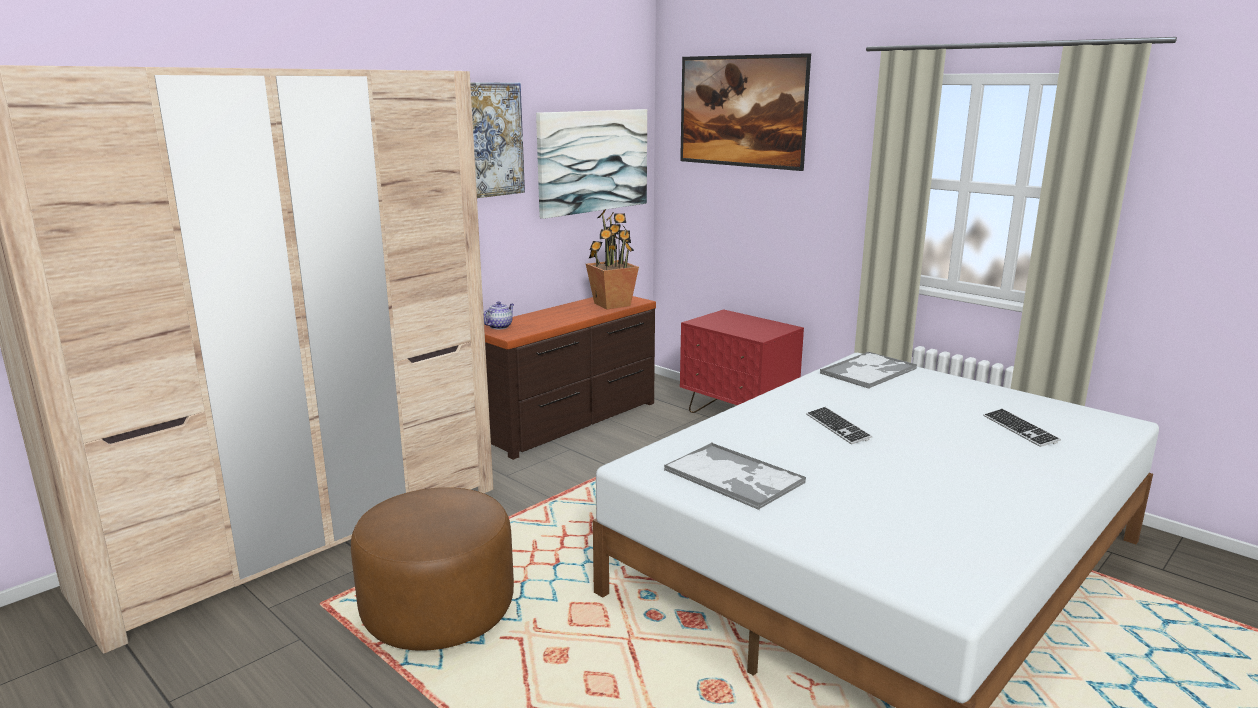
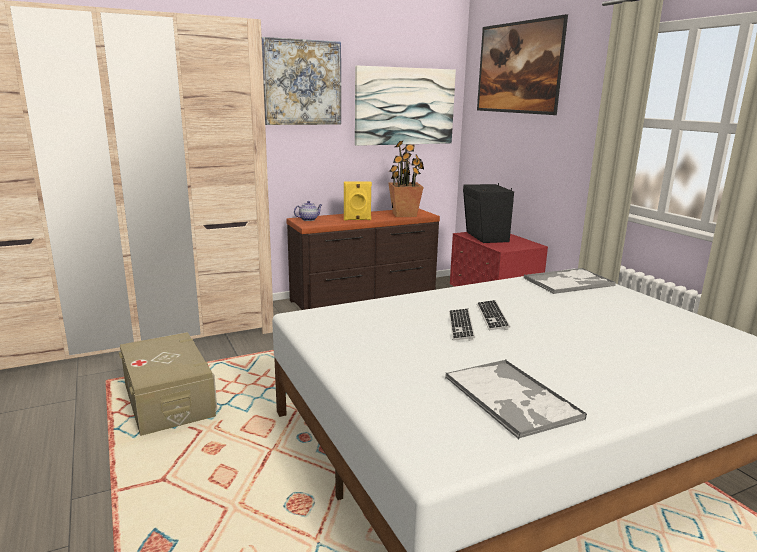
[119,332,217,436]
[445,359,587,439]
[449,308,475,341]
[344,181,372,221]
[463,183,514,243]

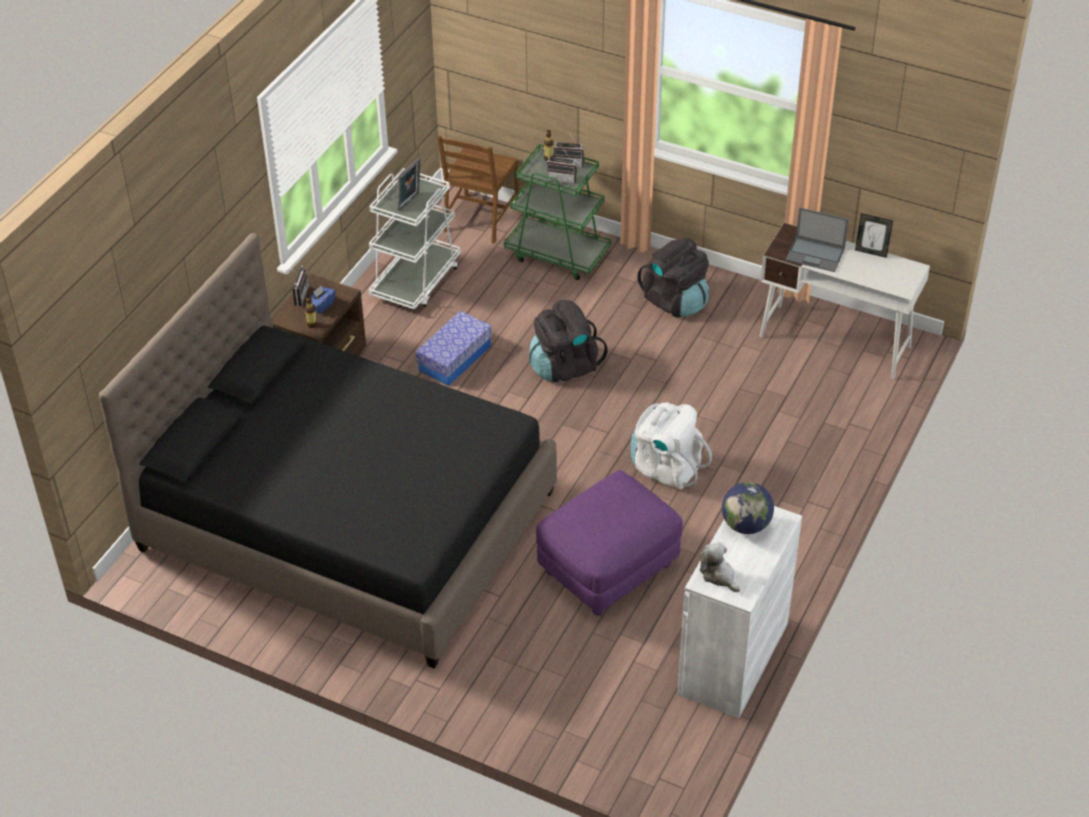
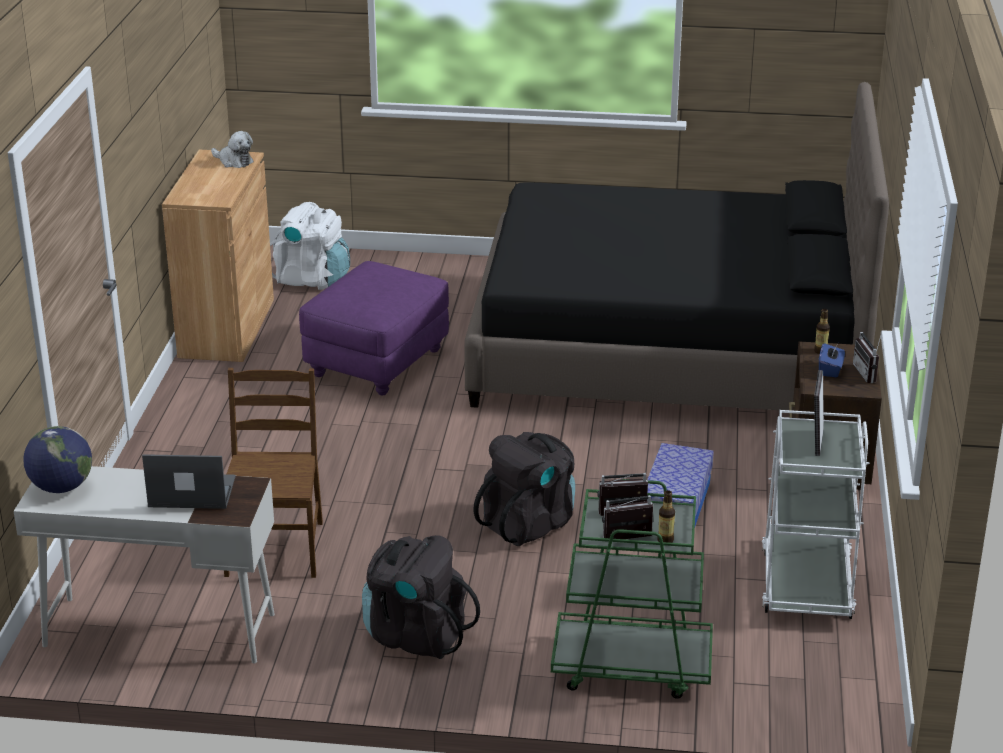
[224,368,323,578]
[270,202,350,290]
[162,150,274,362]
[23,426,92,493]
[855,213,893,258] (first image)

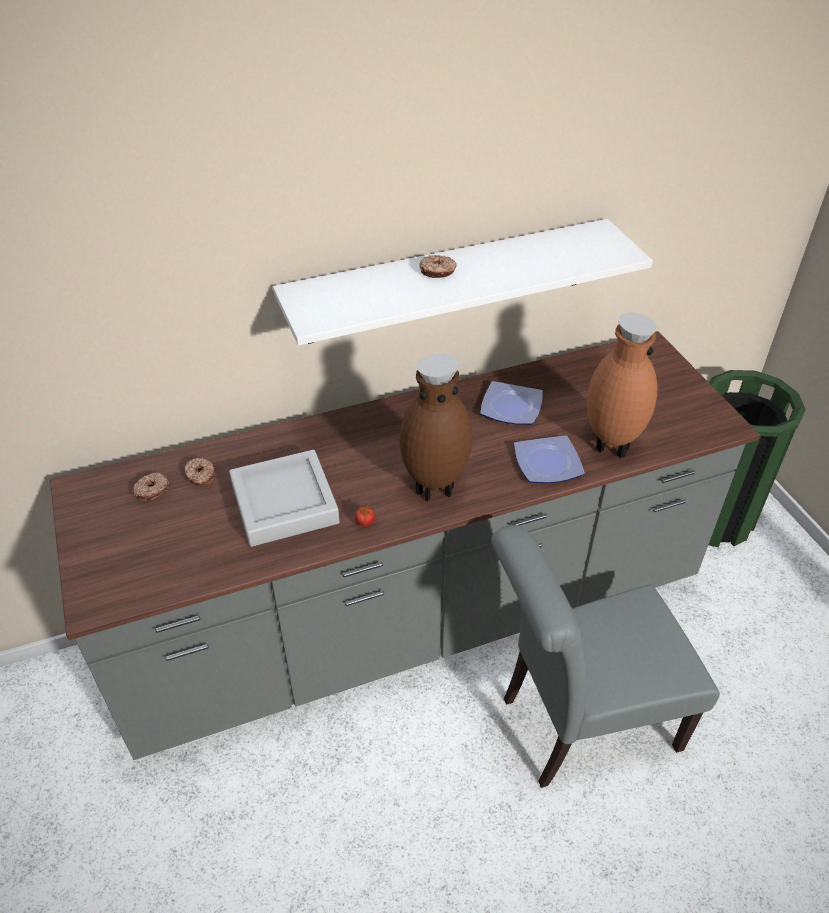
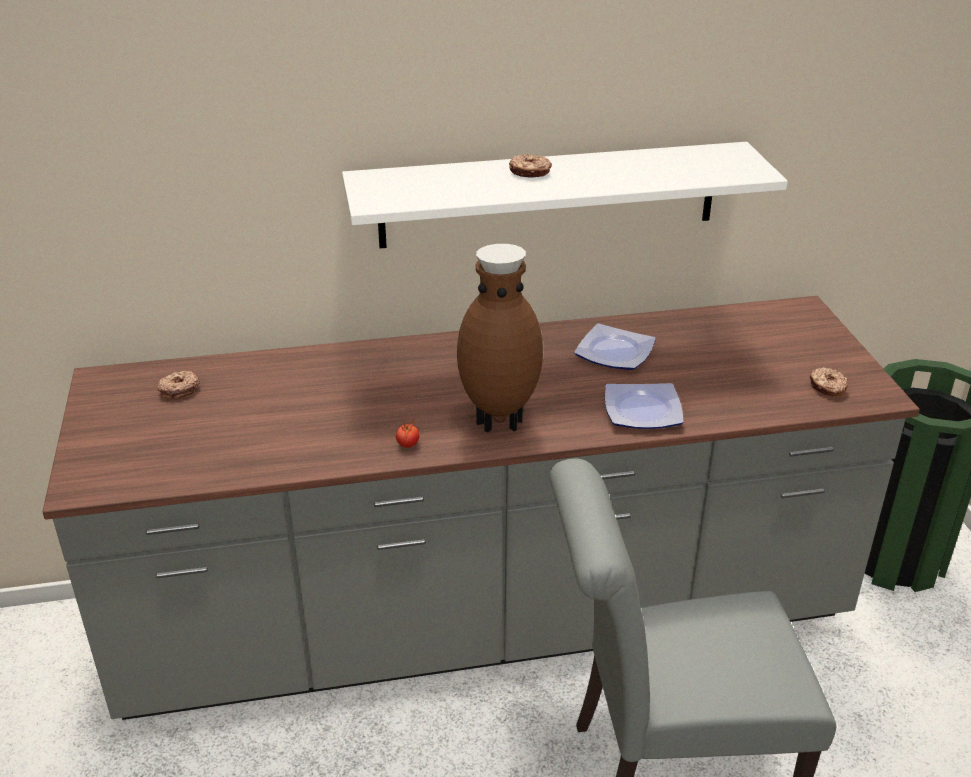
[810,367,848,397]
[229,450,340,547] (first image)
[587,312,657,458] (first image)

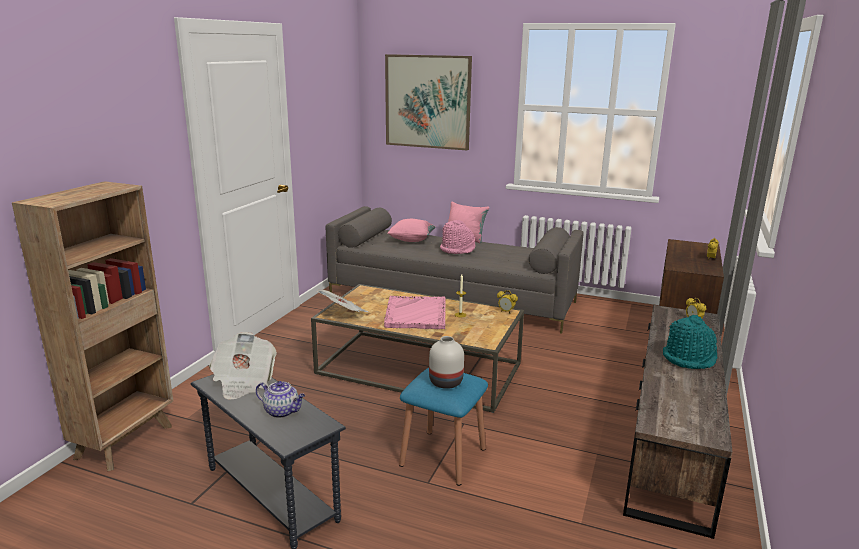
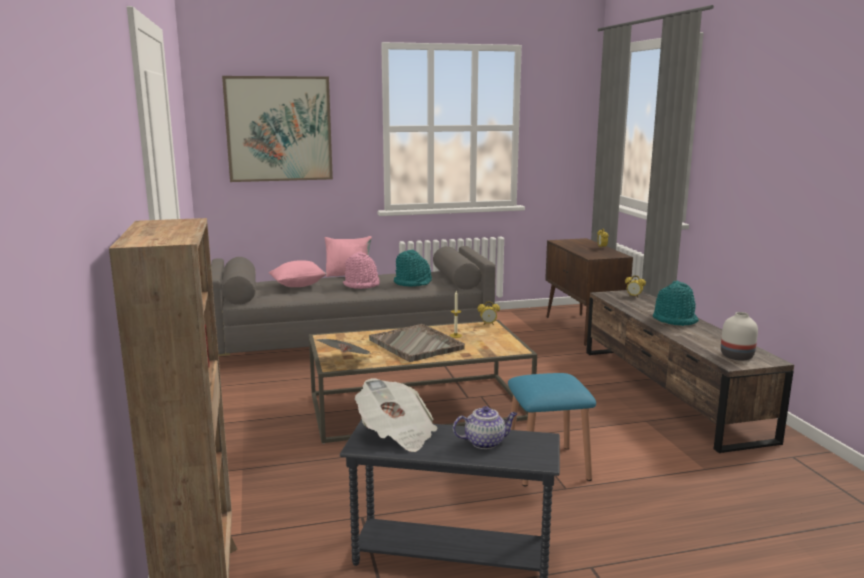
[369,324,465,362]
[721,312,758,361]
[394,250,432,286]

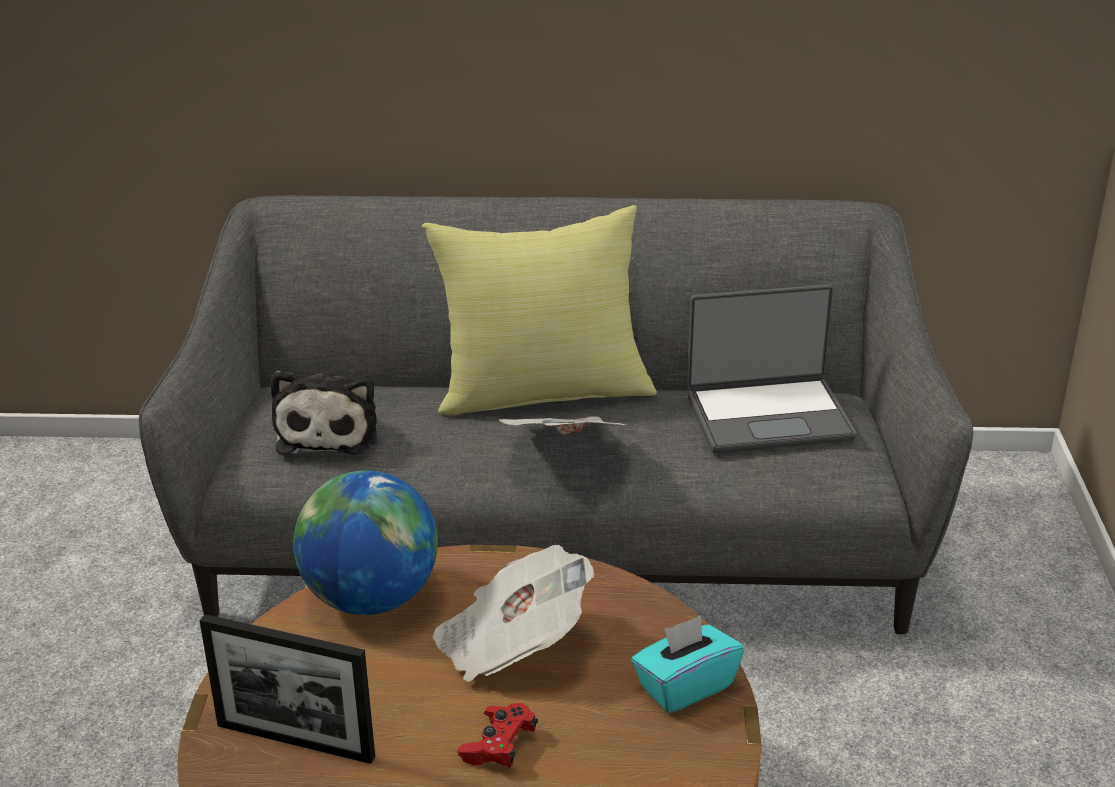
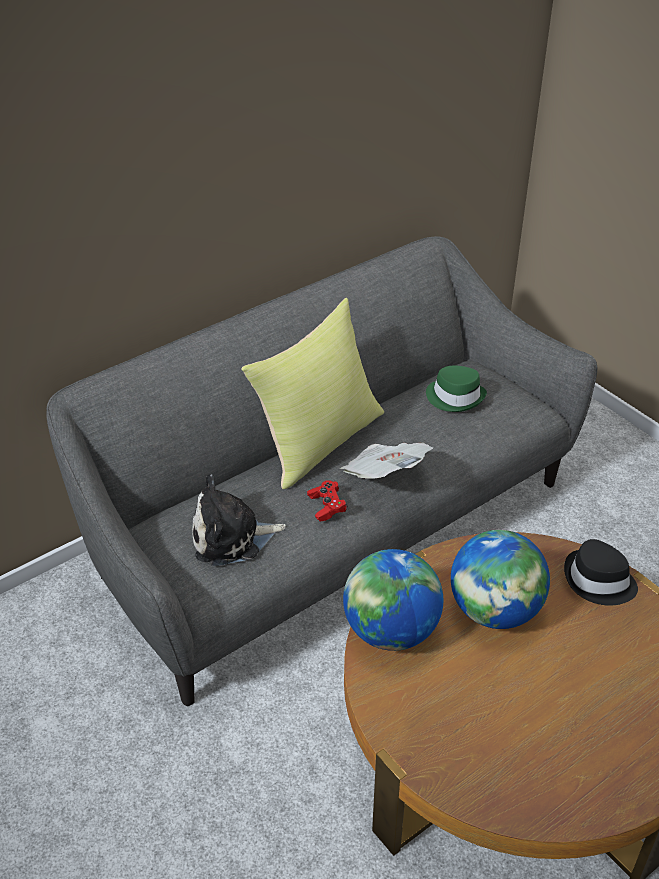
[200,614,375,764] (first image)
[192,474,286,566]
[451,530,550,629]
[307,480,348,521]
[564,539,638,606]
[426,365,487,412]

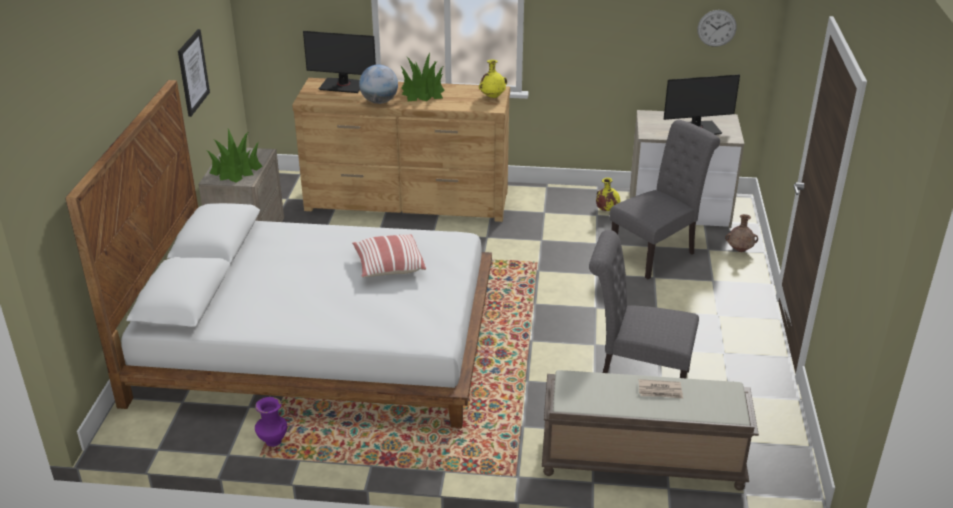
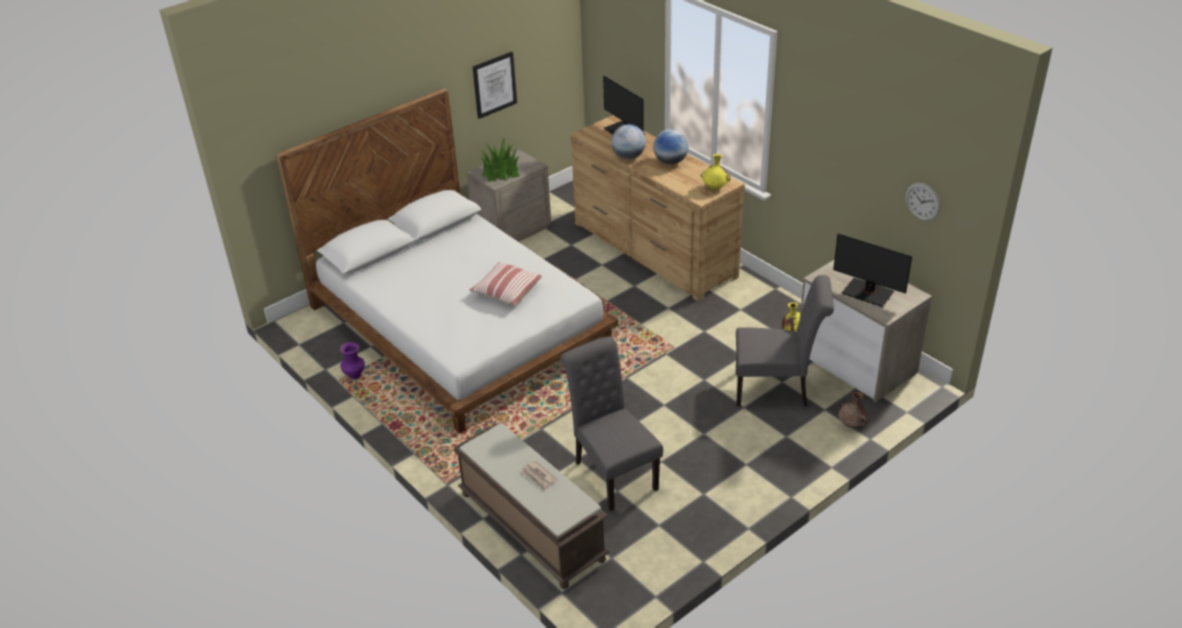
[653,129,689,165]

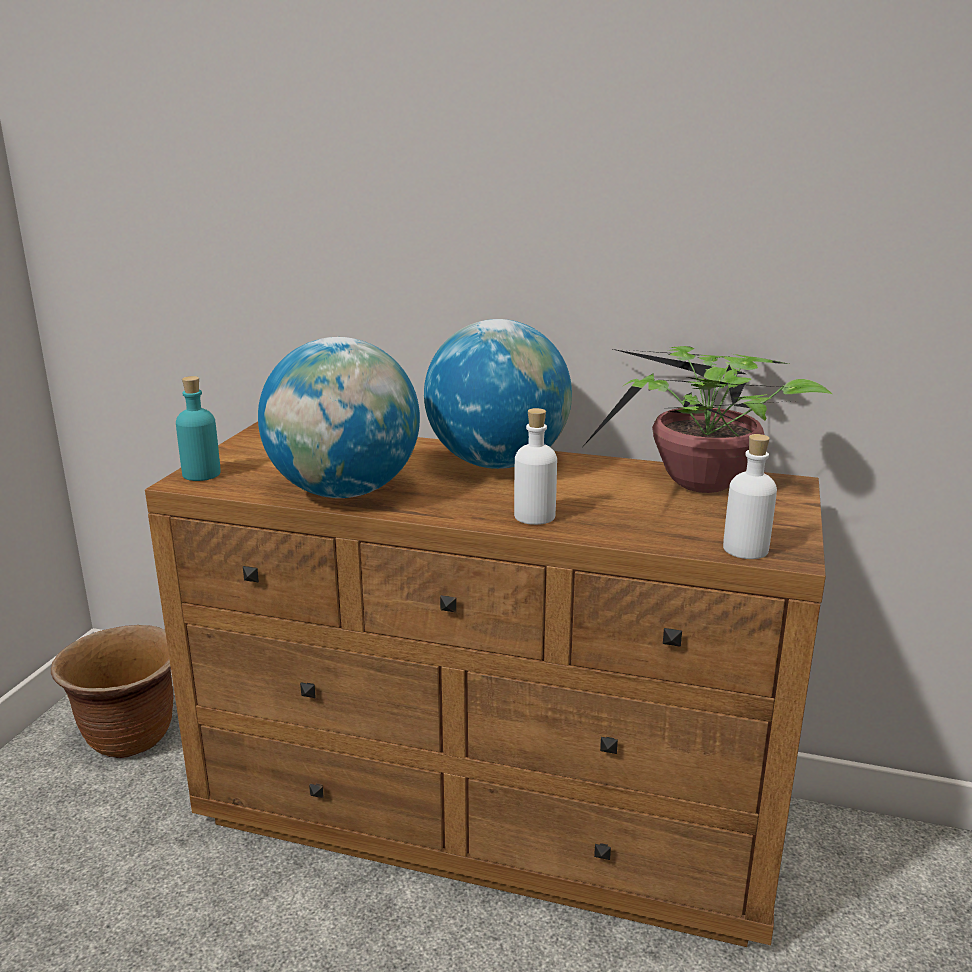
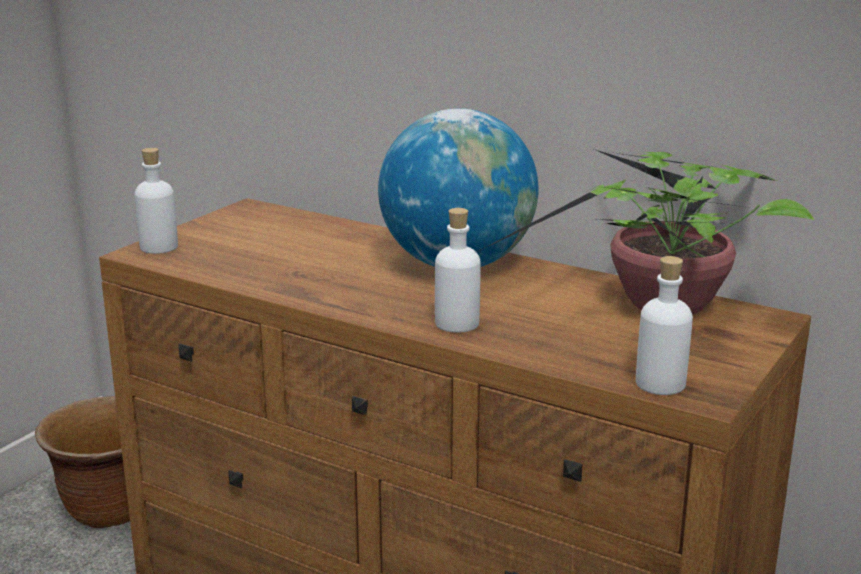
[134,148,178,254]
[258,337,420,498] (first image)

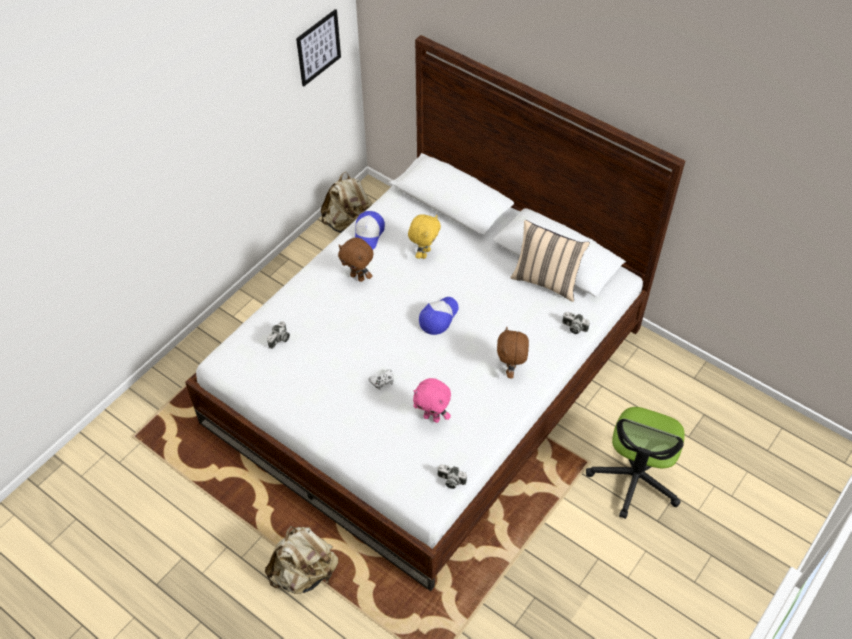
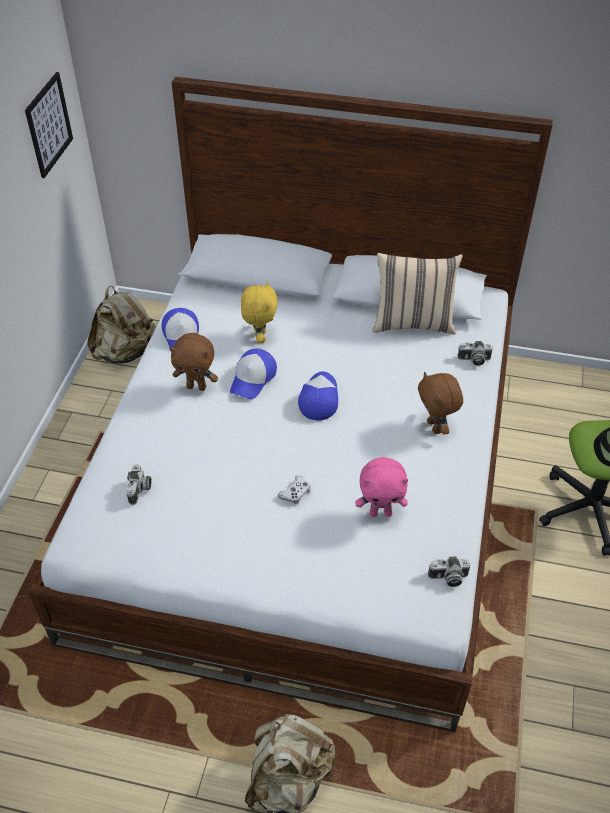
[230,349,277,399]

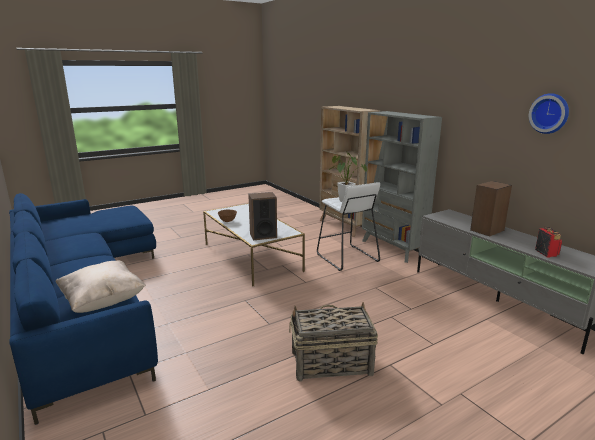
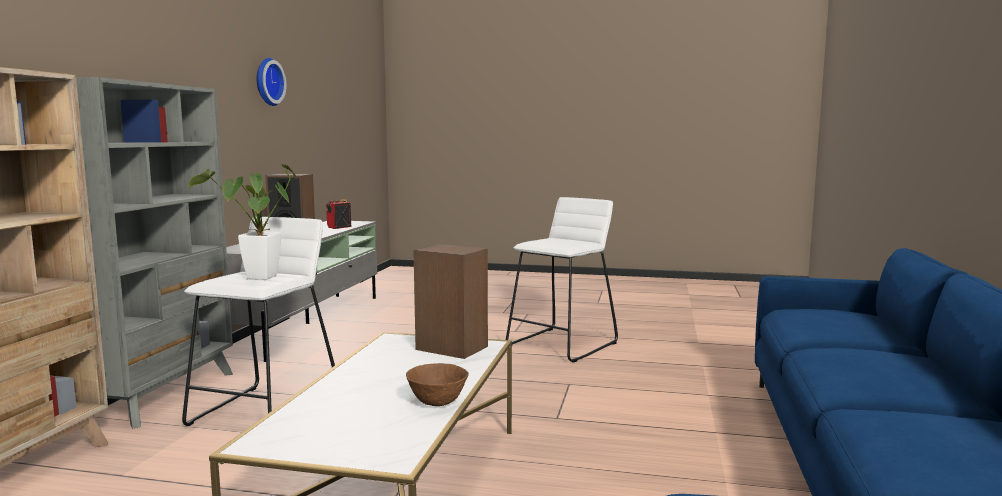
[55,261,146,313] (first image)
[506,197,618,363]

